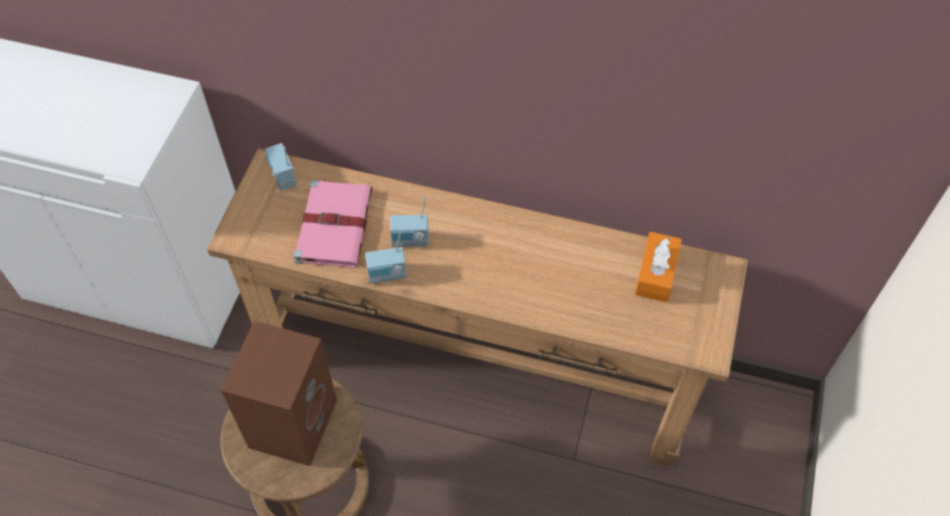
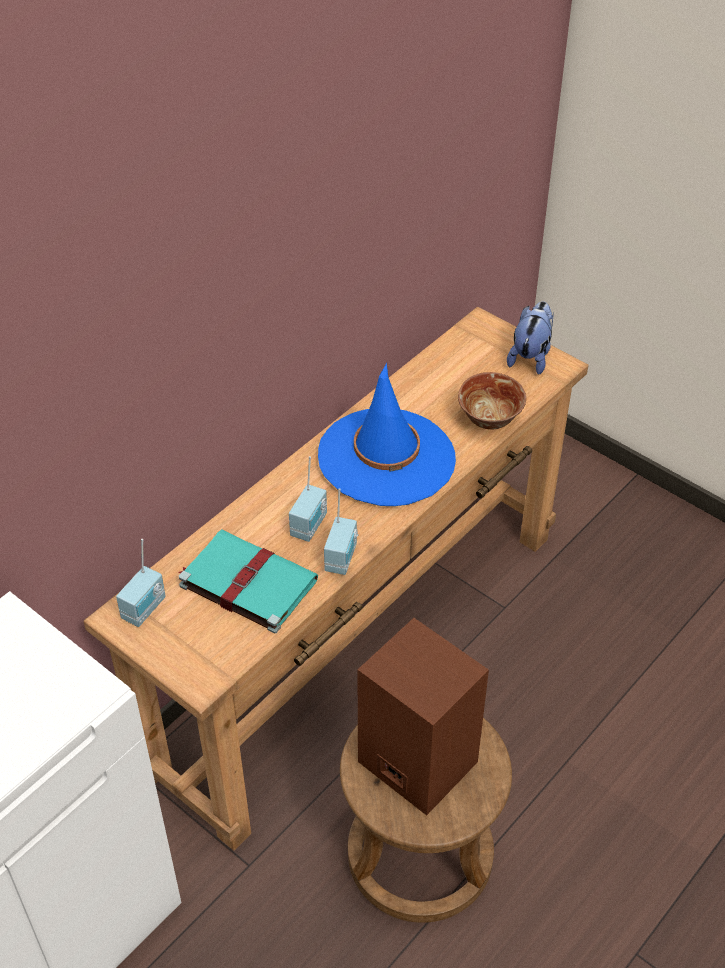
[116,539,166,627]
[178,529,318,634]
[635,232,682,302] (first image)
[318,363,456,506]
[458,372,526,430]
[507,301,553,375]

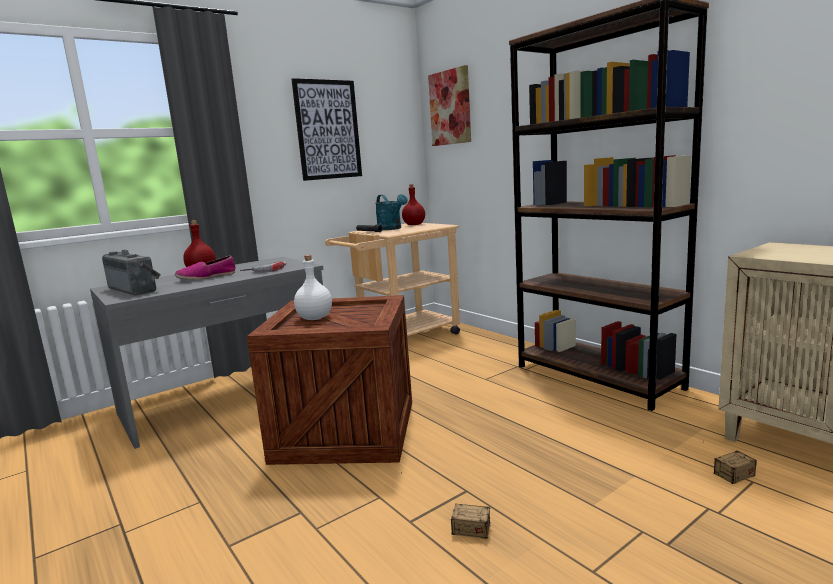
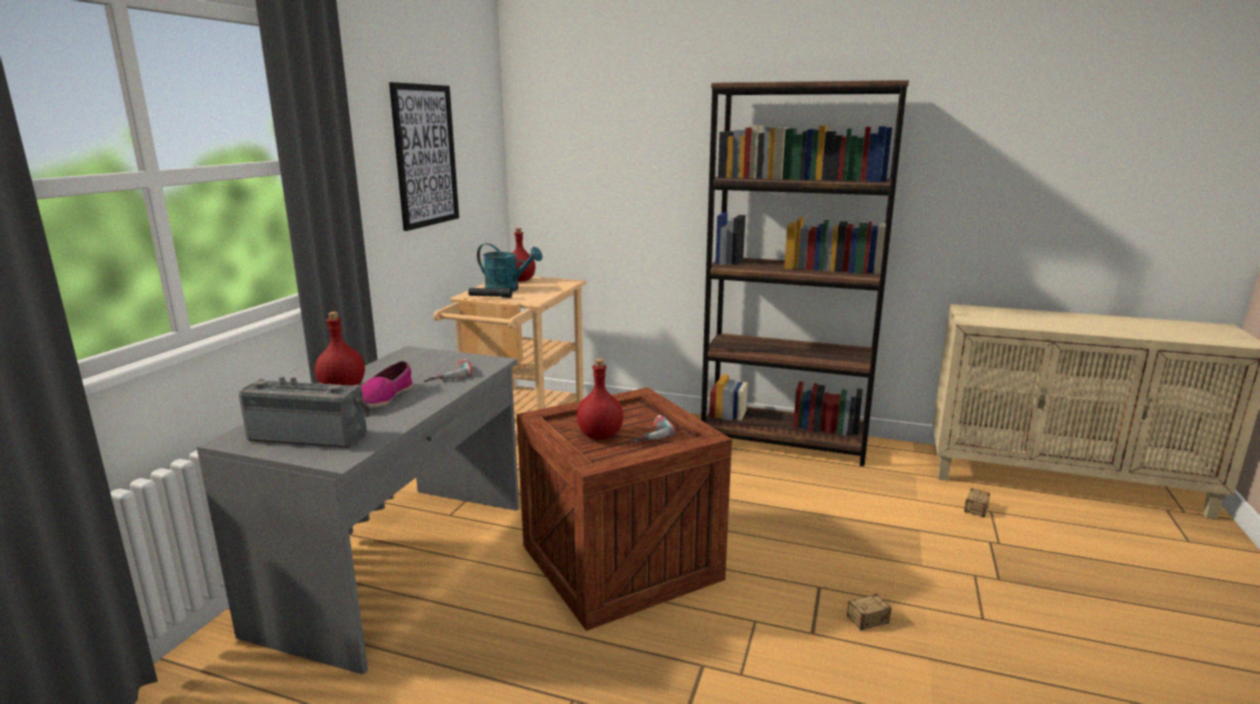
[577,359,623,440]
[428,65,471,146] (first image)
[631,415,676,444]

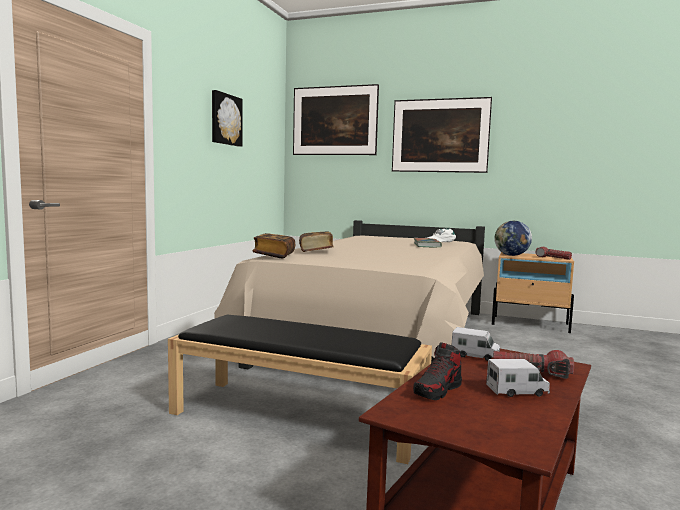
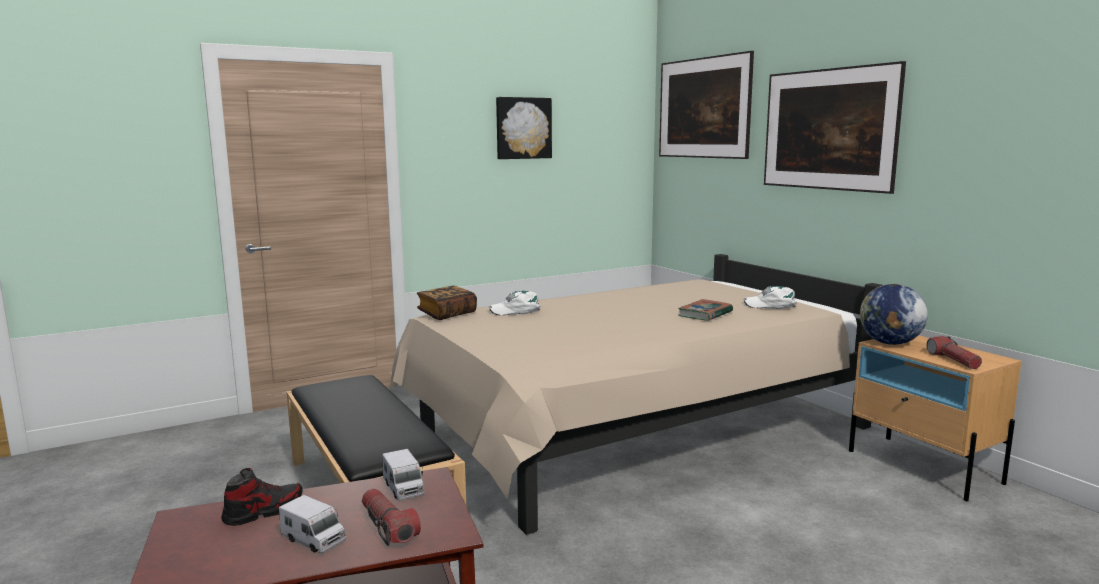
[488,291,541,315]
[221,468,303,526]

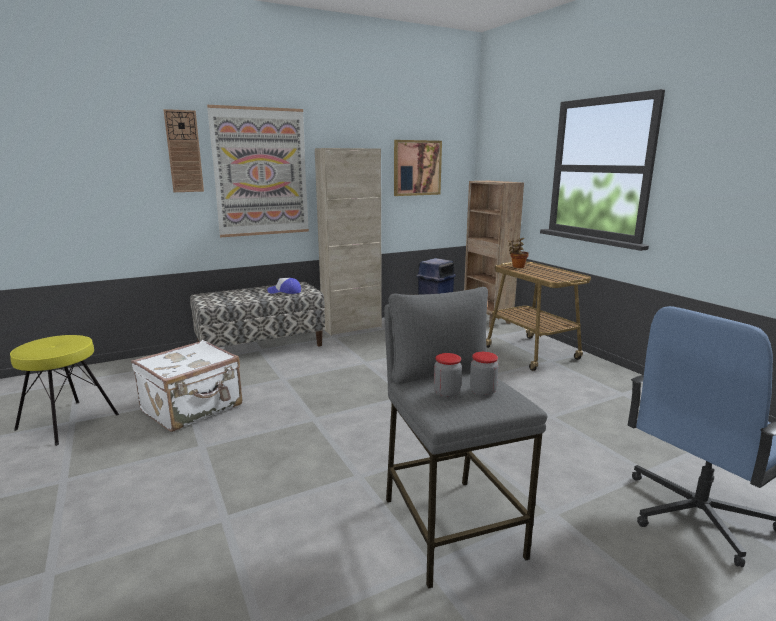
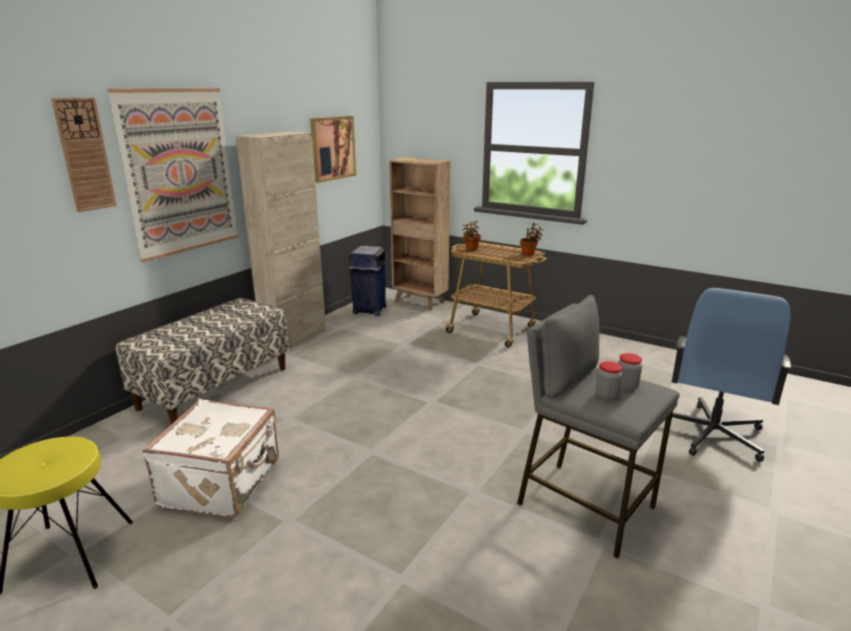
[267,278,301,294] (first image)
[520,222,544,256]

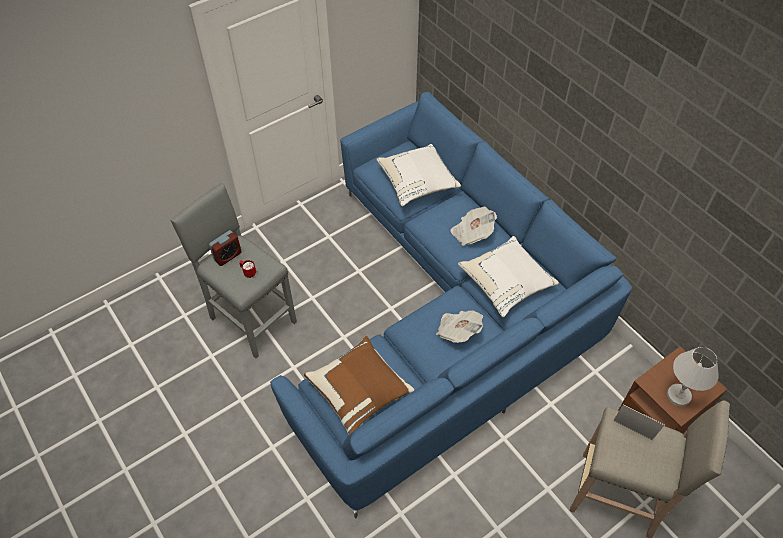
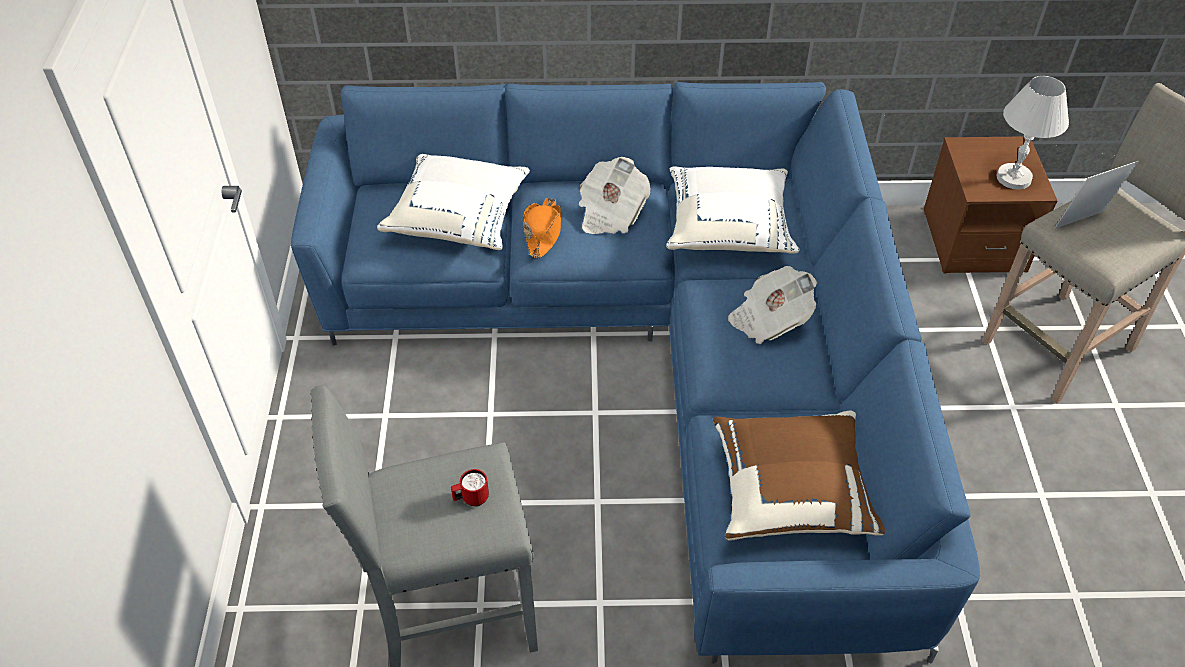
[209,230,242,266] (first image)
[523,197,561,258]

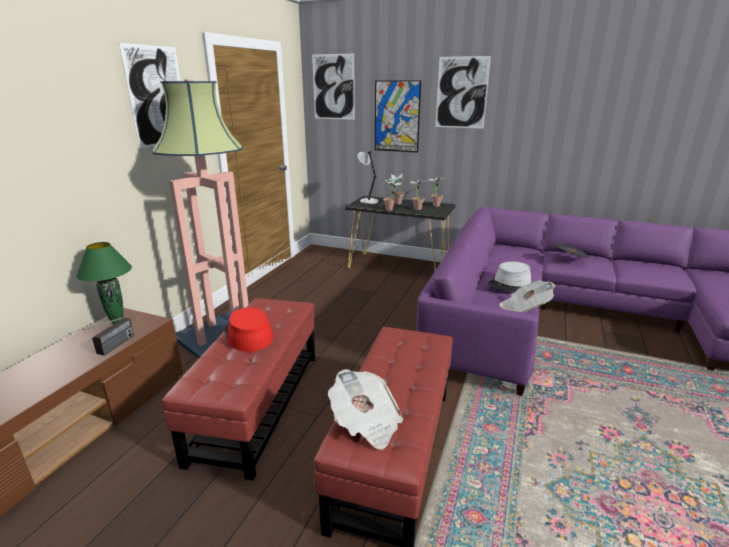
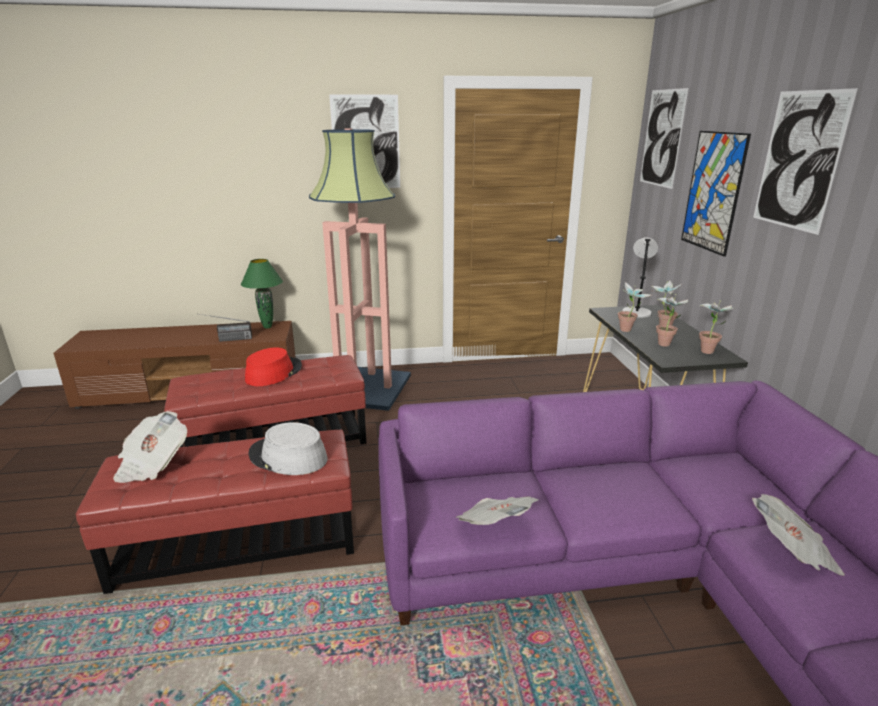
[249,422,327,475]

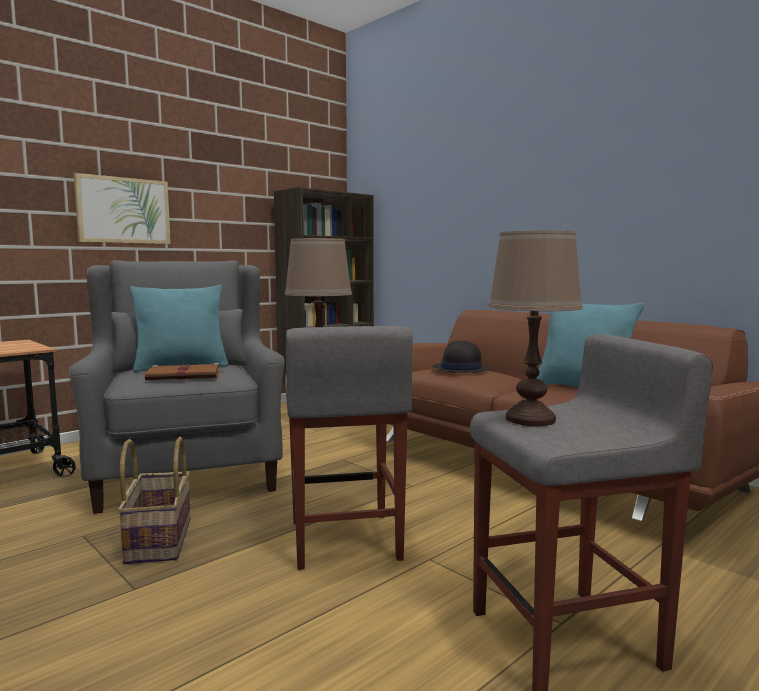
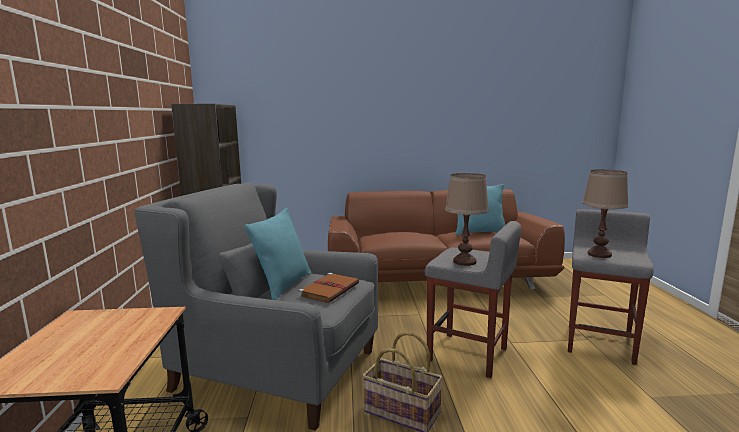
[74,173,171,244] (first image)
[432,341,490,373] (first image)

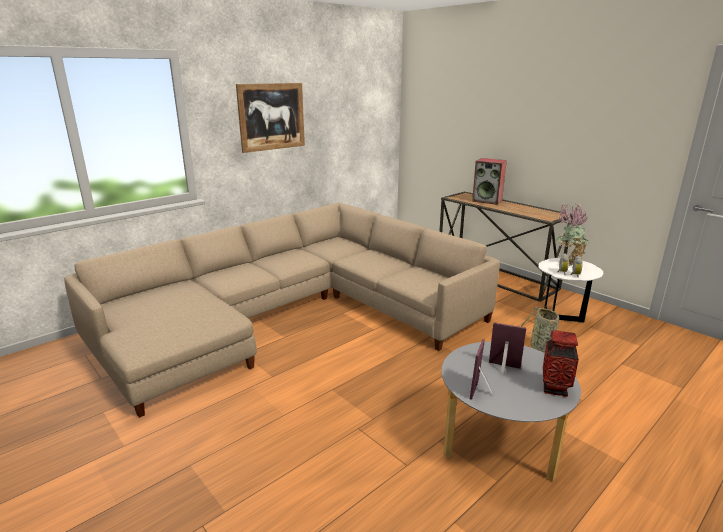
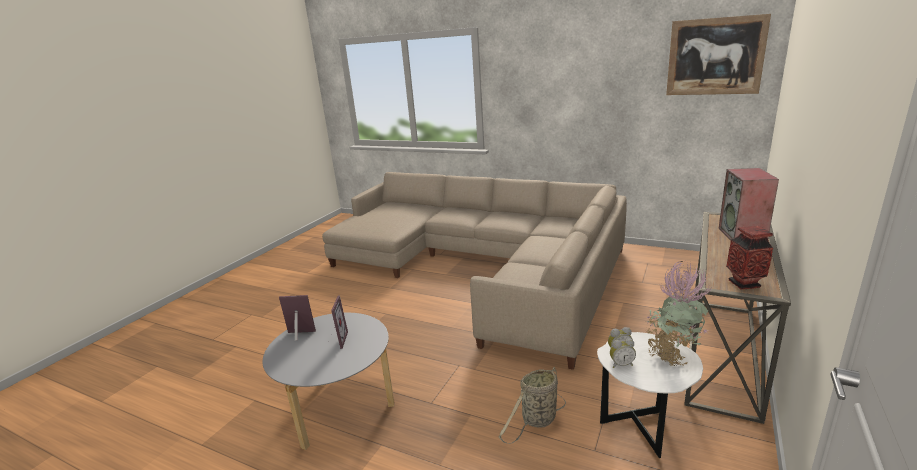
[666,14,771,95]
[726,226,773,289]

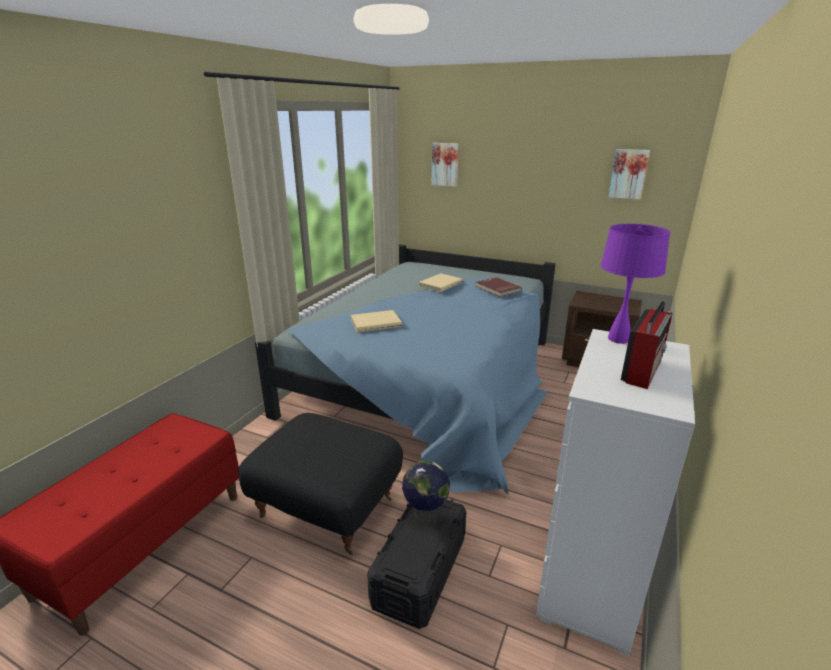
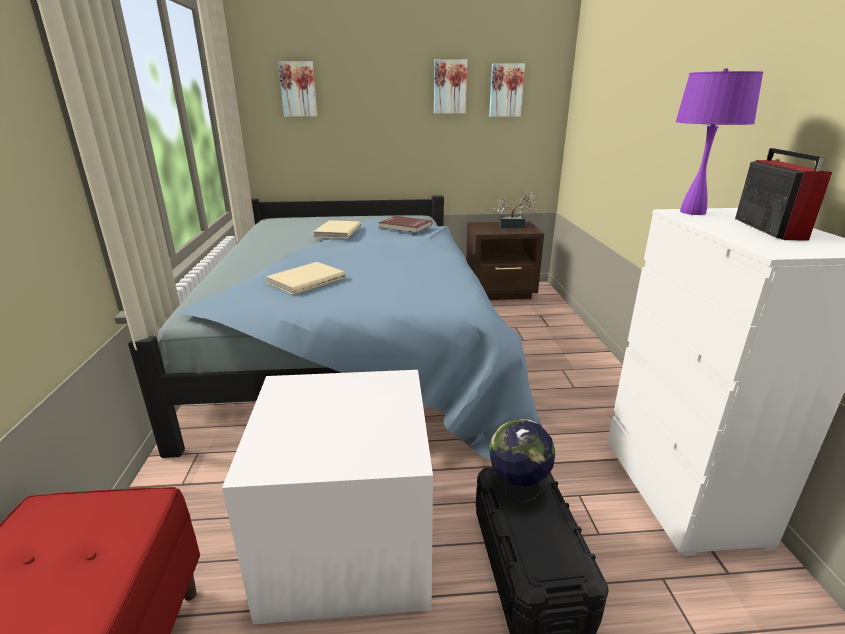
[222,370,433,624]
[434,59,467,113]
[493,192,537,228]

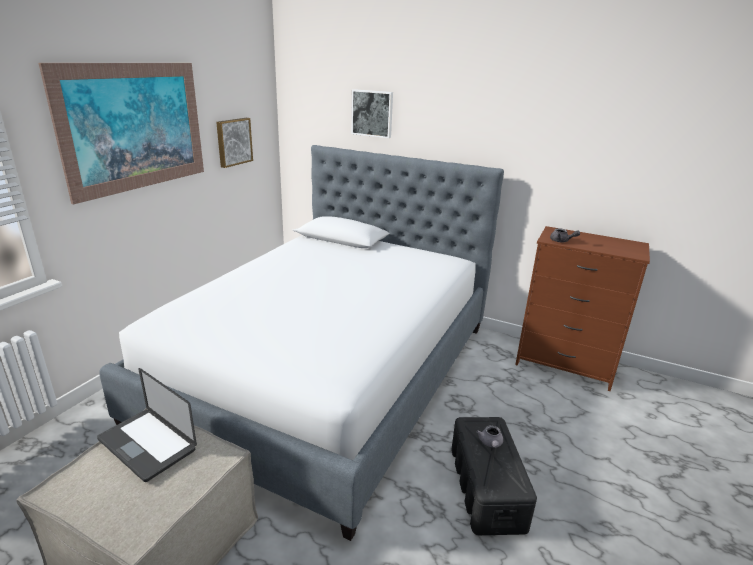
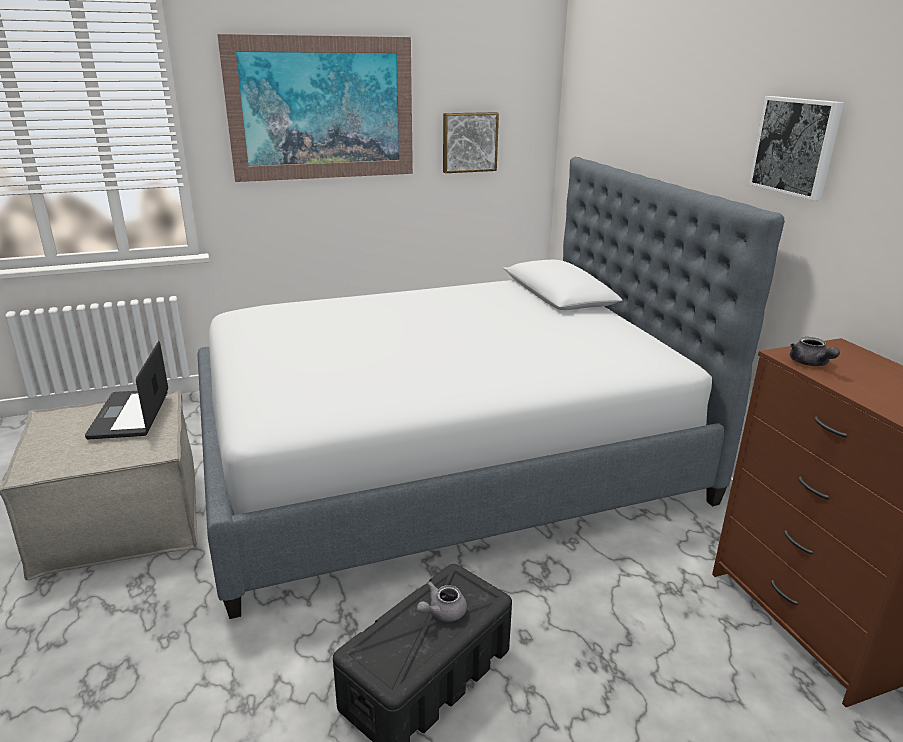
[749,96,844,200]

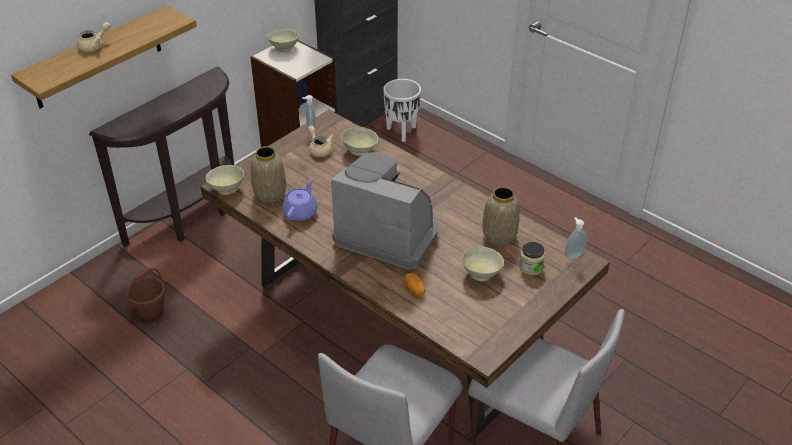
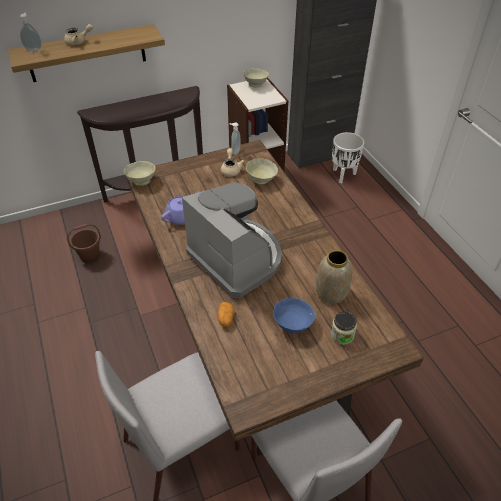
[251,146,286,203] (first image)
[273,298,315,333]
[20,13,42,51]

